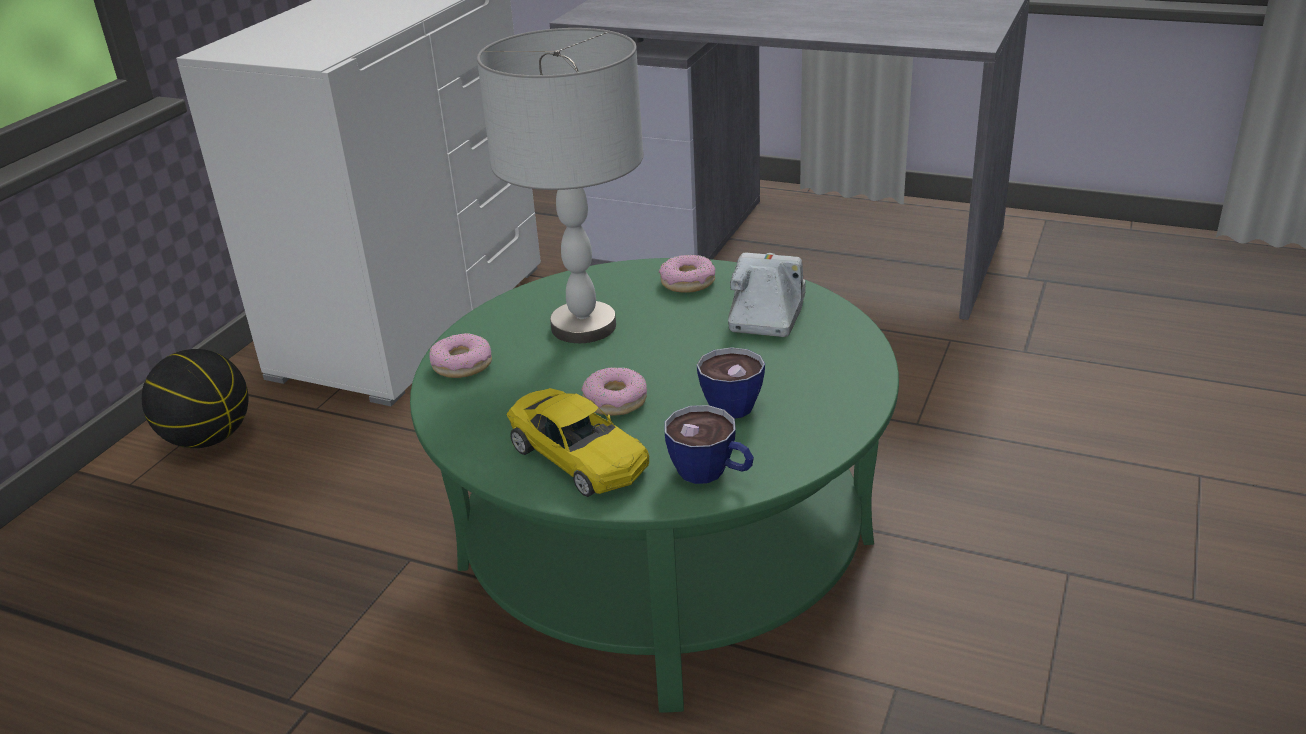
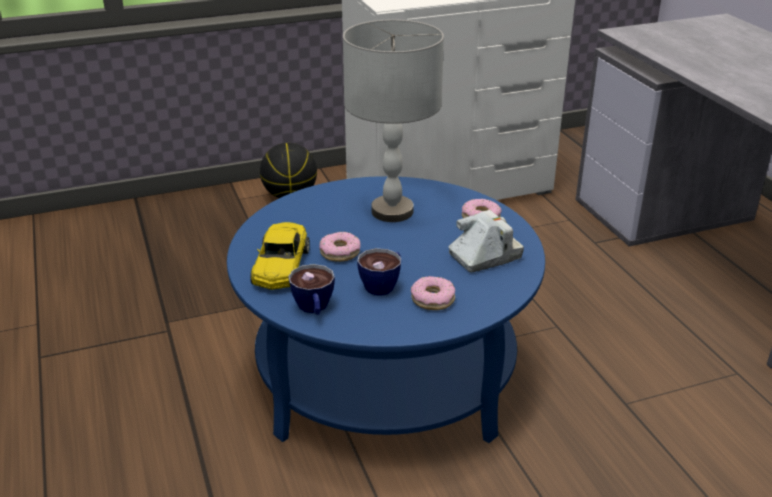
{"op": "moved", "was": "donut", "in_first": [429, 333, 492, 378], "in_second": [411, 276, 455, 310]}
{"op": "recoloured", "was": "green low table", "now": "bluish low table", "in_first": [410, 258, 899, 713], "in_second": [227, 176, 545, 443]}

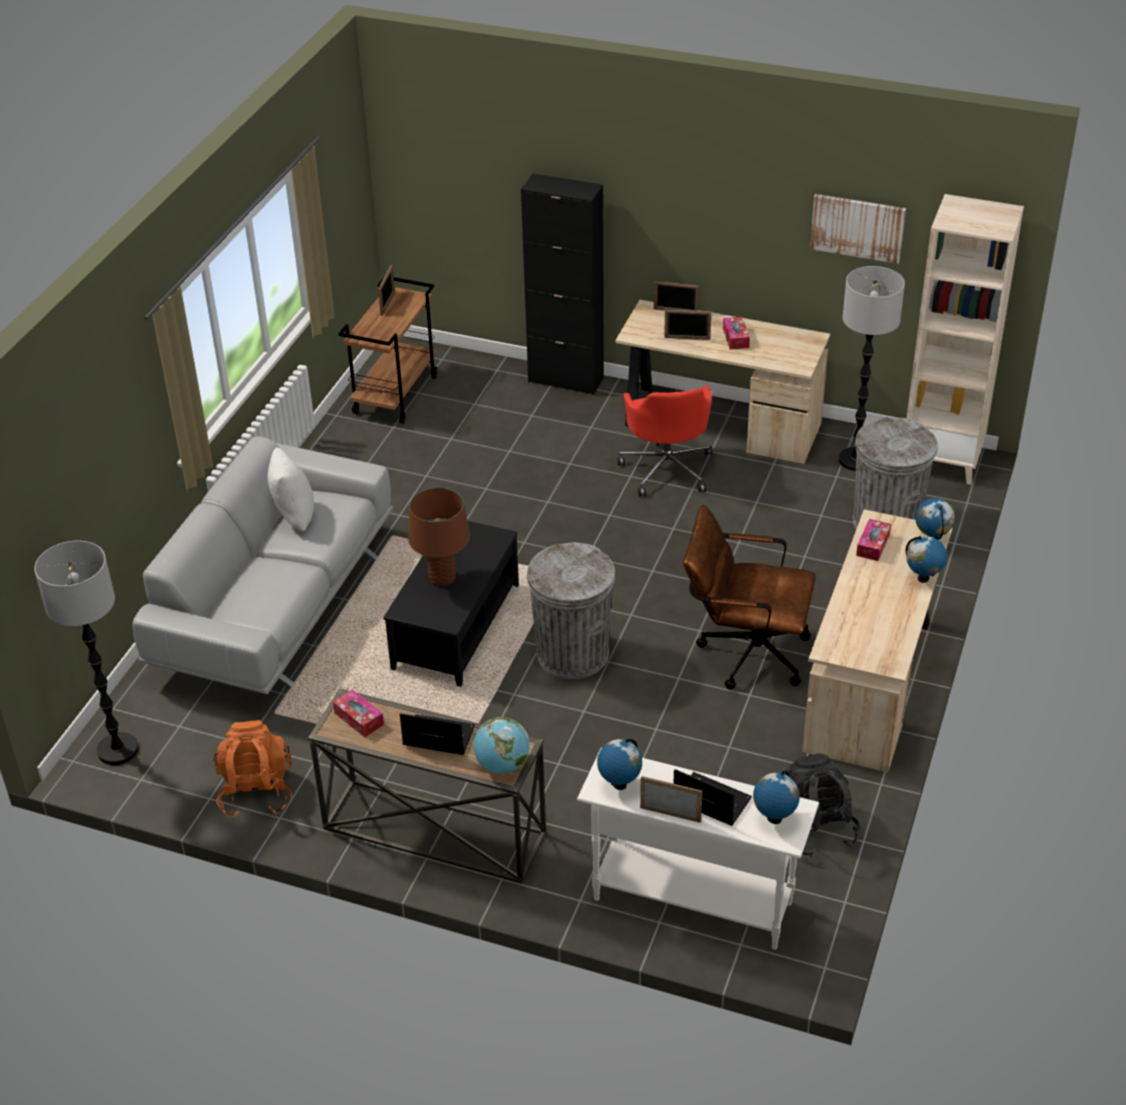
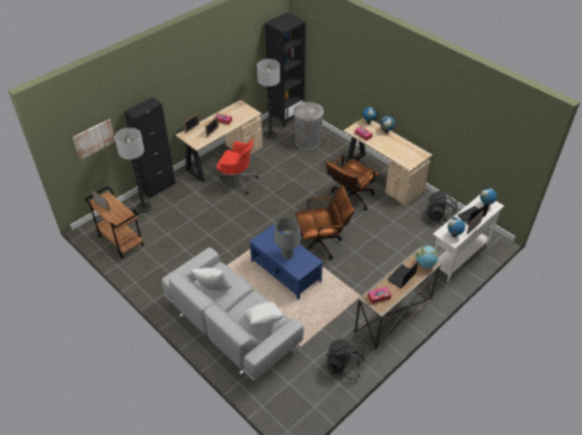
{"op": "added", "now": "white-coloured throw pillow", "in_second": [243, 302, 283, 327]}
{"op": "moved", "was": "standard lamp", "in_first": [34, 541, 139, 765], "in_second": [115, 128, 152, 213]}
{"op": "moved", "was": "wall art", "in_first": [810, 194, 906, 264], "in_second": [73, 119, 115, 160]}
{"op": "replaced", "was": "greyish rubbish bin", "now": "brown-coloured computer chair", "in_first": [527, 542, 615, 679], "in_second": [295, 185, 354, 260]}
{"op": "recoloured", "was": "orangey backpack", "now": "black-coloured backpack", "in_first": [213, 720, 292, 818], "in_second": [325, 339, 365, 380]}
{"op": "recoloured", "was": "black-coloured low table", "now": "bluish low table", "in_first": [383, 519, 519, 687], "in_second": [249, 225, 323, 300]}
{"op": "recoloured", "was": "brown-coloured lamp for a table", "now": "greyish lamp for a table", "in_first": [408, 488, 470, 587], "in_second": [274, 217, 301, 259]}
{"op": "recoloured", "was": "sand-coloured bookcase", "now": "black-coloured bookcase", "in_first": [907, 194, 1024, 485], "in_second": [265, 12, 306, 128]}

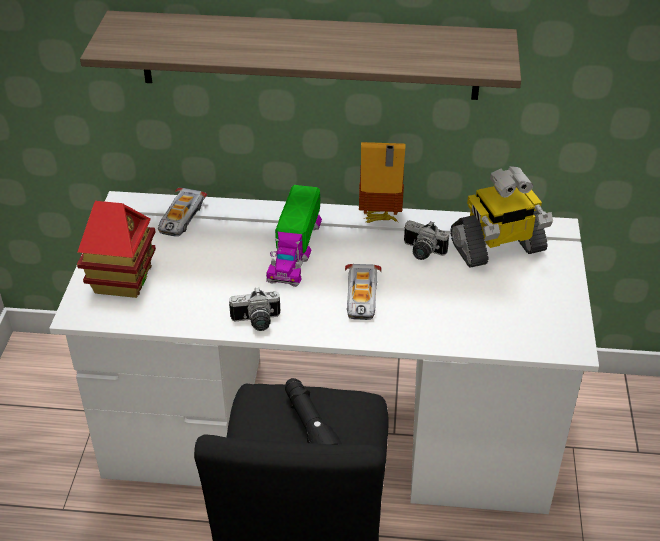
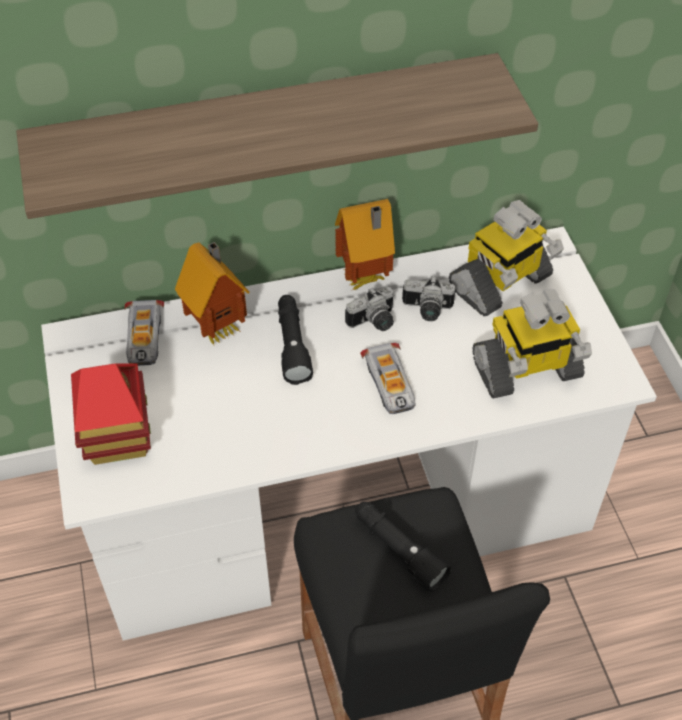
{"op": "added", "now": "miniature house", "in_second": [175, 242, 250, 345]}
{"op": "added", "now": "robot figure", "in_second": [472, 289, 592, 398]}
{"op": "moved", "was": "photo camera", "in_first": [229, 287, 280, 331], "in_second": [345, 287, 394, 331]}
{"op": "replaced", "was": "toy truck", "now": "black-coloured torch", "in_first": [266, 185, 322, 287], "in_second": [278, 295, 313, 385]}

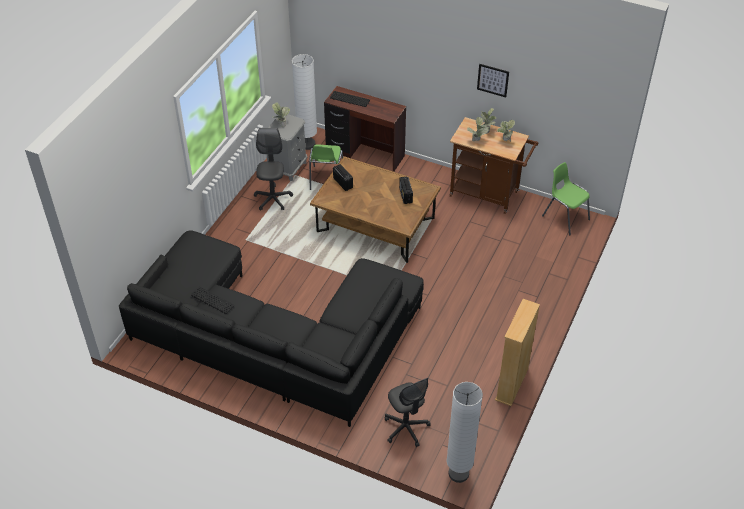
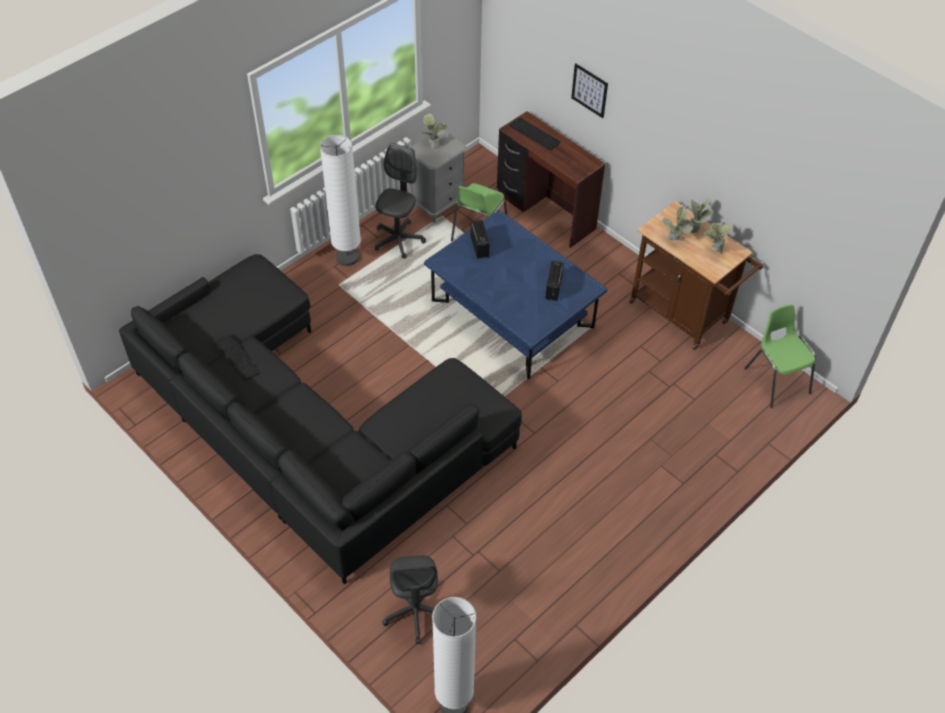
{"op": "removed", "was": "sand-coloured bookcase", "in_first": [495, 299, 540, 406]}
{"op": "moved", "was": "white-coloured standard lamp", "in_first": [292, 54, 317, 150], "in_second": [320, 135, 361, 266]}
{"op": "moved", "was": "wall art", "in_first": [477, 64, 509, 97], "in_second": [571, 64, 608, 118]}
{"op": "recoloured", "was": "brown-coloured low table", "now": "bluish low table", "in_first": [310, 156, 441, 263], "in_second": [424, 210, 607, 379]}

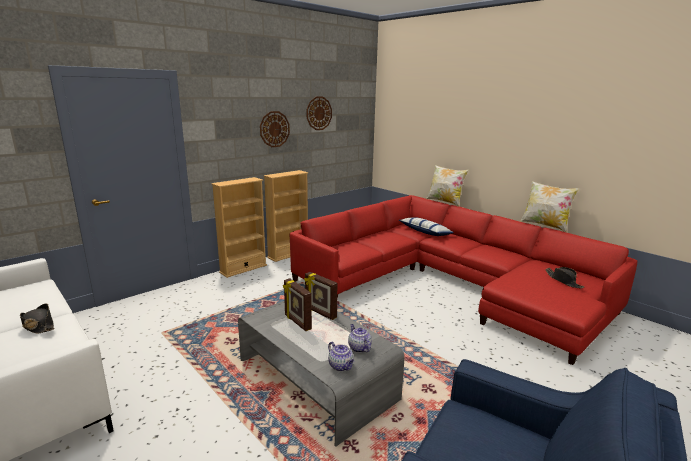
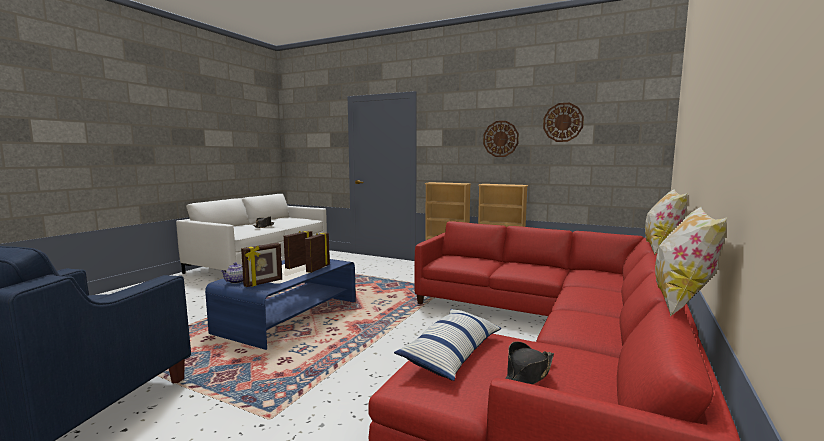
{"op": "moved", "was": "throw pillow", "in_first": [399, 217, 454, 236], "in_second": [394, 309, 501, 381]}
{"op": "replaced", "was": "tea pot", "now": "photo frame", "in_first": [348, 324, 372, 353], "in_second": [241, 243, 282, 287]}
{"op": "recoloured", "was": "greyish low table", "now": "bluish low table", "in_first": [238, 301, 405, 447], "in_second": [205, 259, 356, 350]}

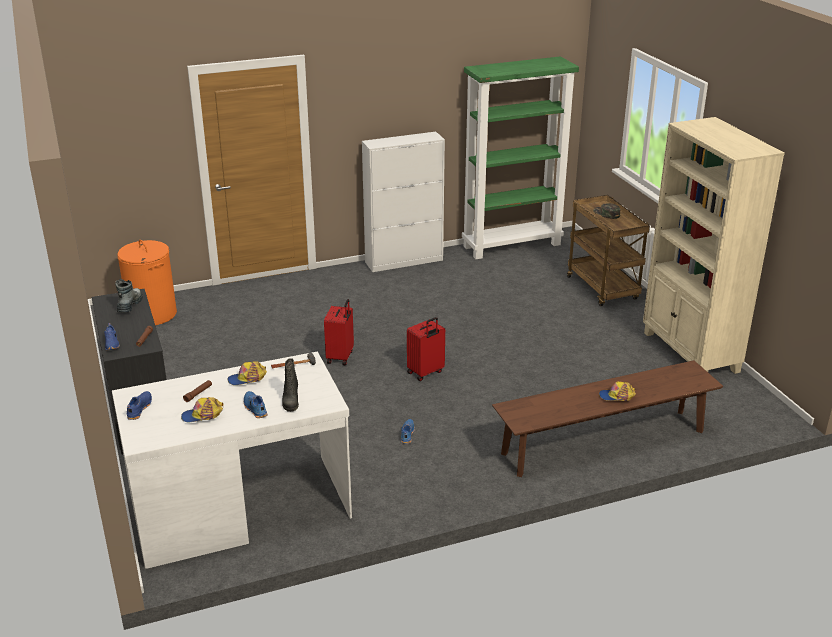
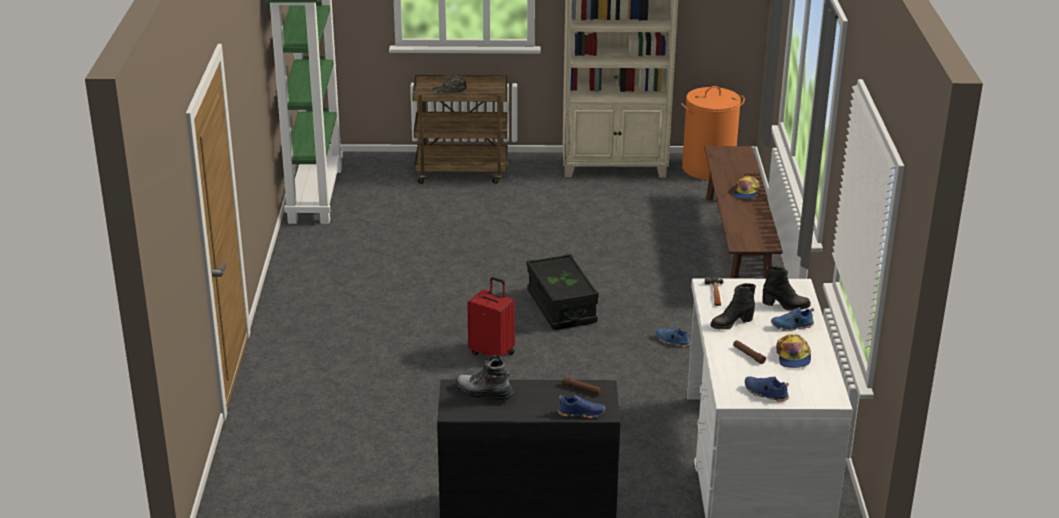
{"op": "removed", "was": "white-coloured cupboard", "in_first": [362, 132, 445, 272]}
{"op": "moved", "was": "orangey washing basket", "in_first": [117, 240, 177, 325], "in_second": [681, 86, 745, 180]}
{"op": "replaced", "was": "peaked cap", "now": "black-coloured high-top boot", "in_first": [227, 361, 267, 385], "in_second": [711, 283, 756, 330]}
{"op": "replaced", "was": "red-coloured travel case", "now": "black-coloured storage container", "in_first": [407, 317, 445, 381], "in_second": [527, 254, 599, 330]}

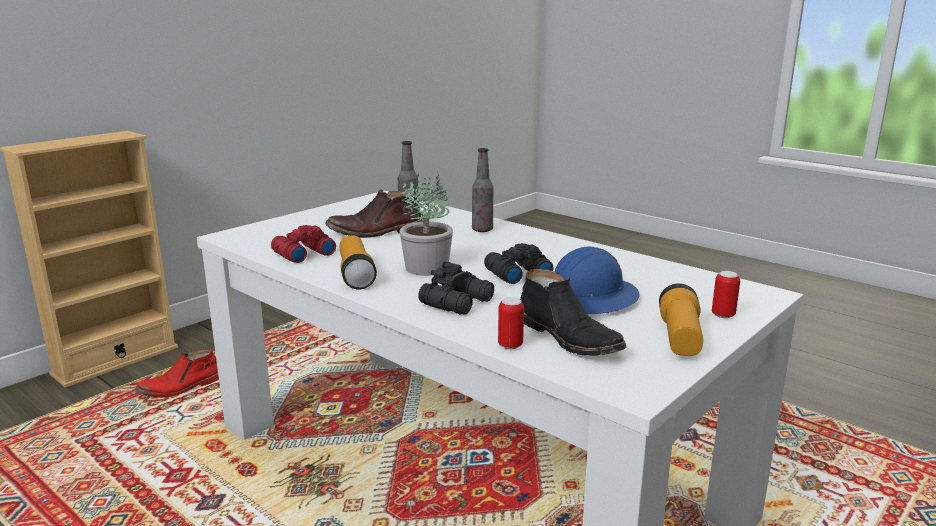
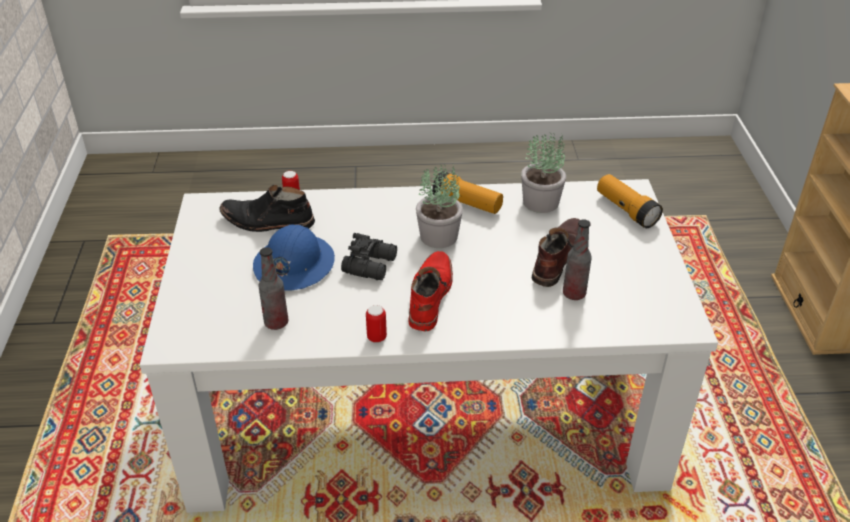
{"op": "removed", "was": "black-coloured binoculars", "in_first": [418, 261, 494, 315]}
{"op": "moved", "was": "red-coloured high-top boot", "in_first": [135, 349, 219, 398], "in_second": [408, 251, 453, 331]}
{"op": "moved", "was": "beverage bottle", "in_first": [472, 148, 493, 232], "in_second": [259, 247, 288, 330]}
{"op": "moved", "was": "torch", "in_first": [659, 283, 703, 356], "in_second": [597, 174, 663, 228]}
{"op": "moved", "was": "metal can", "in_first": [712, 271, 740, 318], "in_second": [366, 305, 387, 343]}
{"op": "replaced", "was": "red-coloured binoculars", "now": "plant in a pot", "in_first": [271, 225, 336, 263], "in_second": [521, 133, 566, 213]}

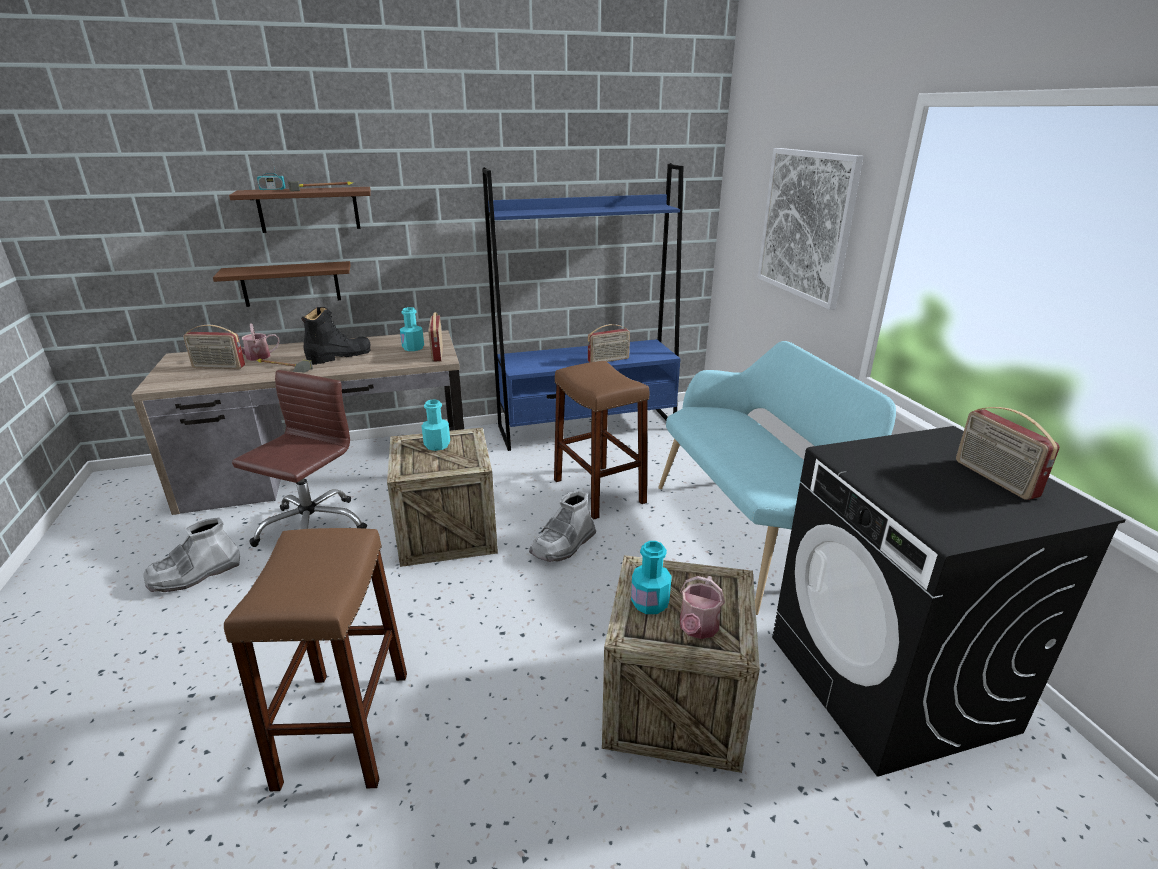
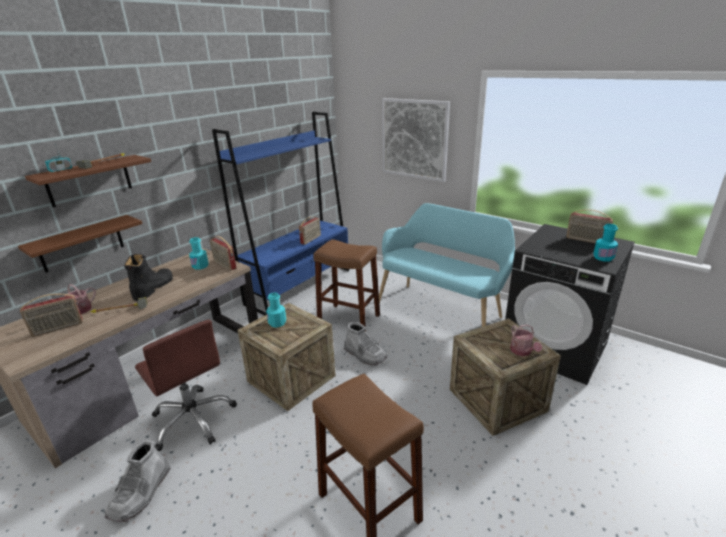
{"op": "moved", "was": "turquoise-coloured beverage bottle", "in_first": [631, 541, 672, 614], "in_second": [593, 224, 618, 262]}
{"op": "turned", "was": "brown-coloured computer chair", "in_first": [232, 370, 367, 547], "in_second": [135, 319, 237, 451], "clockwise": 150}
{"op": "turned", "was": "greyish high-top boot", "in_first": [529, 490, 596, 562], "in_second": [344, 322, 387, 366], "clockwise": -45}

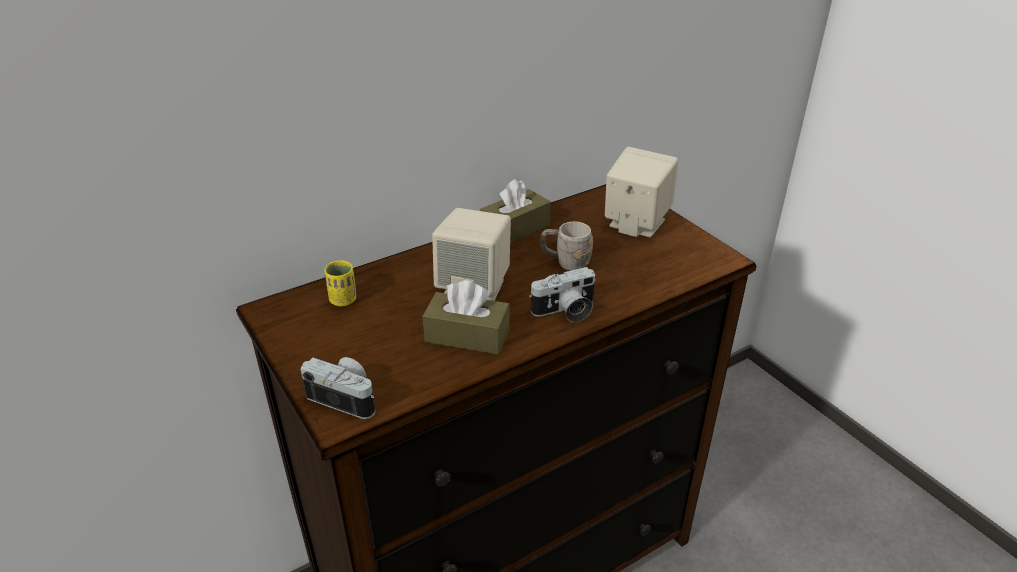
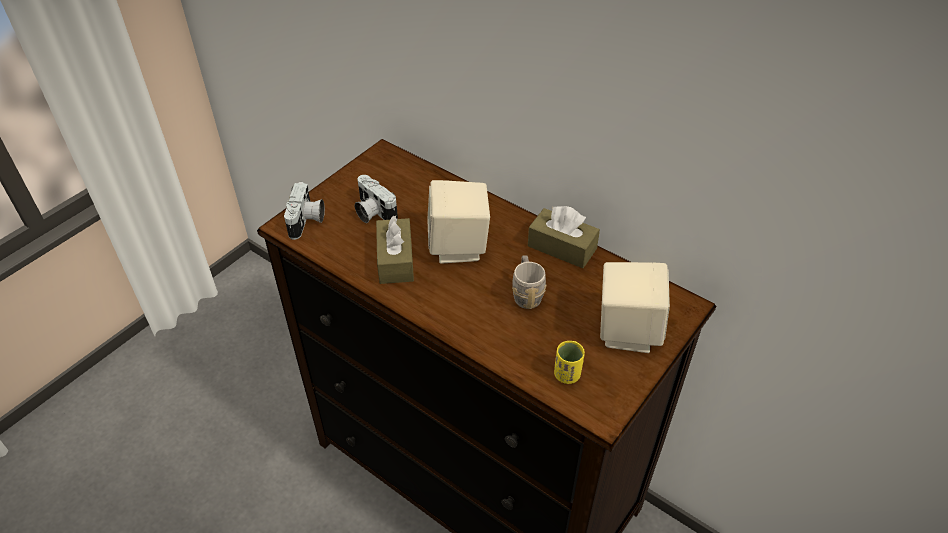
{"op": "moved", "was": "yellow-coloured small cup", "in_first": [324, 261, 356, 306], "in_second": [554, 341, 585, 384]}
{"op": "moved", "was": "photo camera", "in_first": [529, 267, 596, 322], "in_second": [355, 175, 398, 223]}

